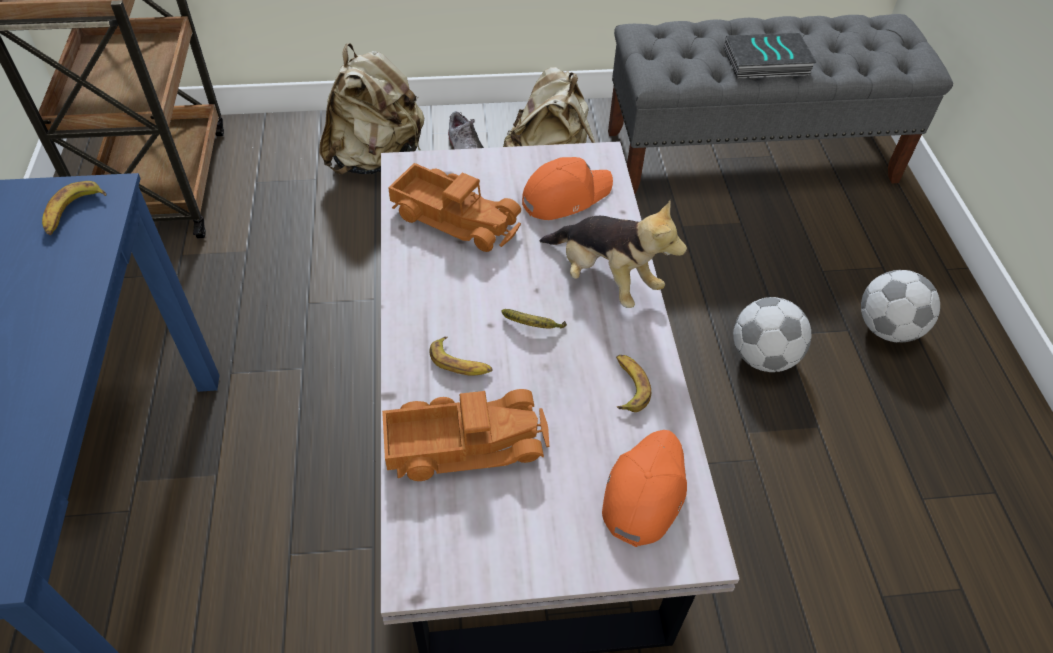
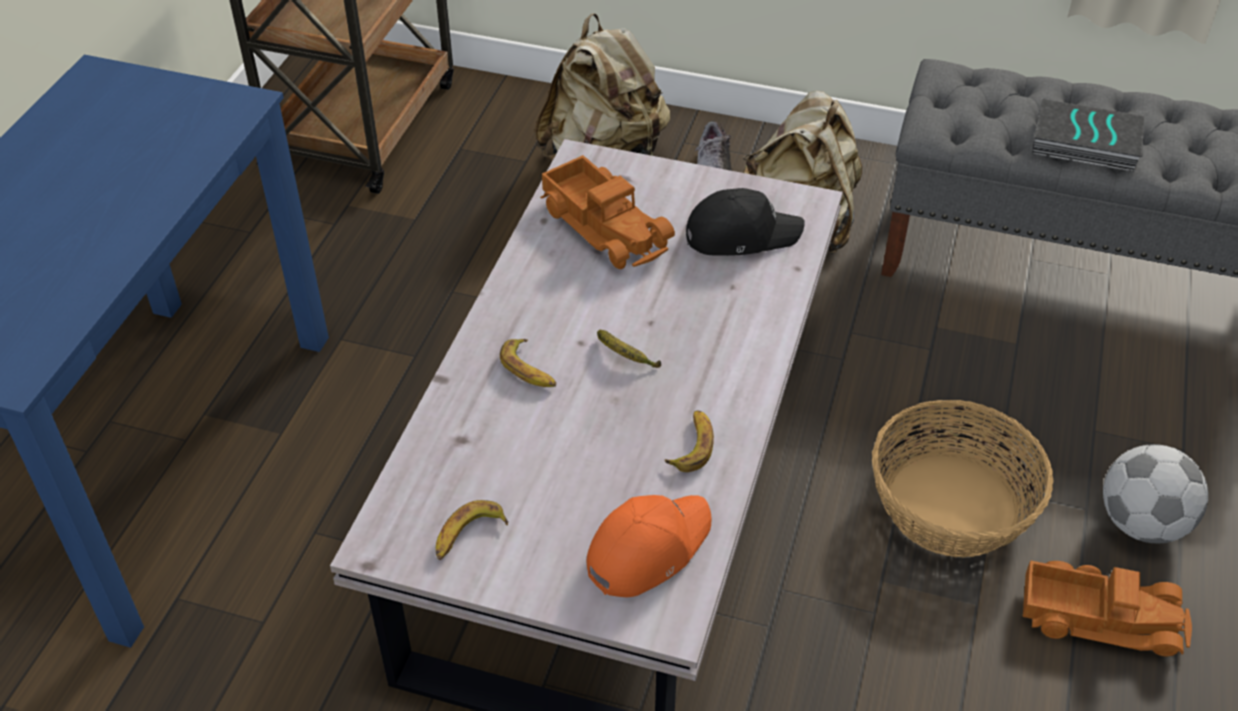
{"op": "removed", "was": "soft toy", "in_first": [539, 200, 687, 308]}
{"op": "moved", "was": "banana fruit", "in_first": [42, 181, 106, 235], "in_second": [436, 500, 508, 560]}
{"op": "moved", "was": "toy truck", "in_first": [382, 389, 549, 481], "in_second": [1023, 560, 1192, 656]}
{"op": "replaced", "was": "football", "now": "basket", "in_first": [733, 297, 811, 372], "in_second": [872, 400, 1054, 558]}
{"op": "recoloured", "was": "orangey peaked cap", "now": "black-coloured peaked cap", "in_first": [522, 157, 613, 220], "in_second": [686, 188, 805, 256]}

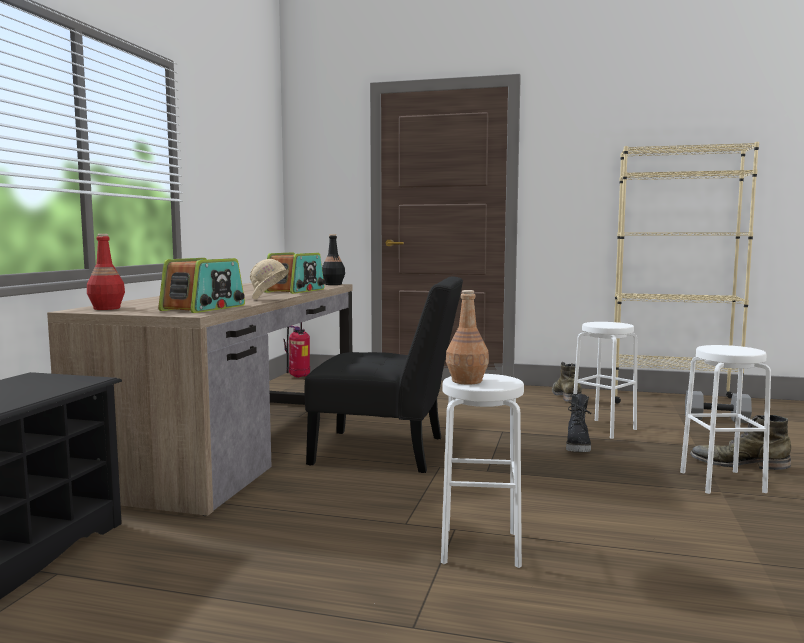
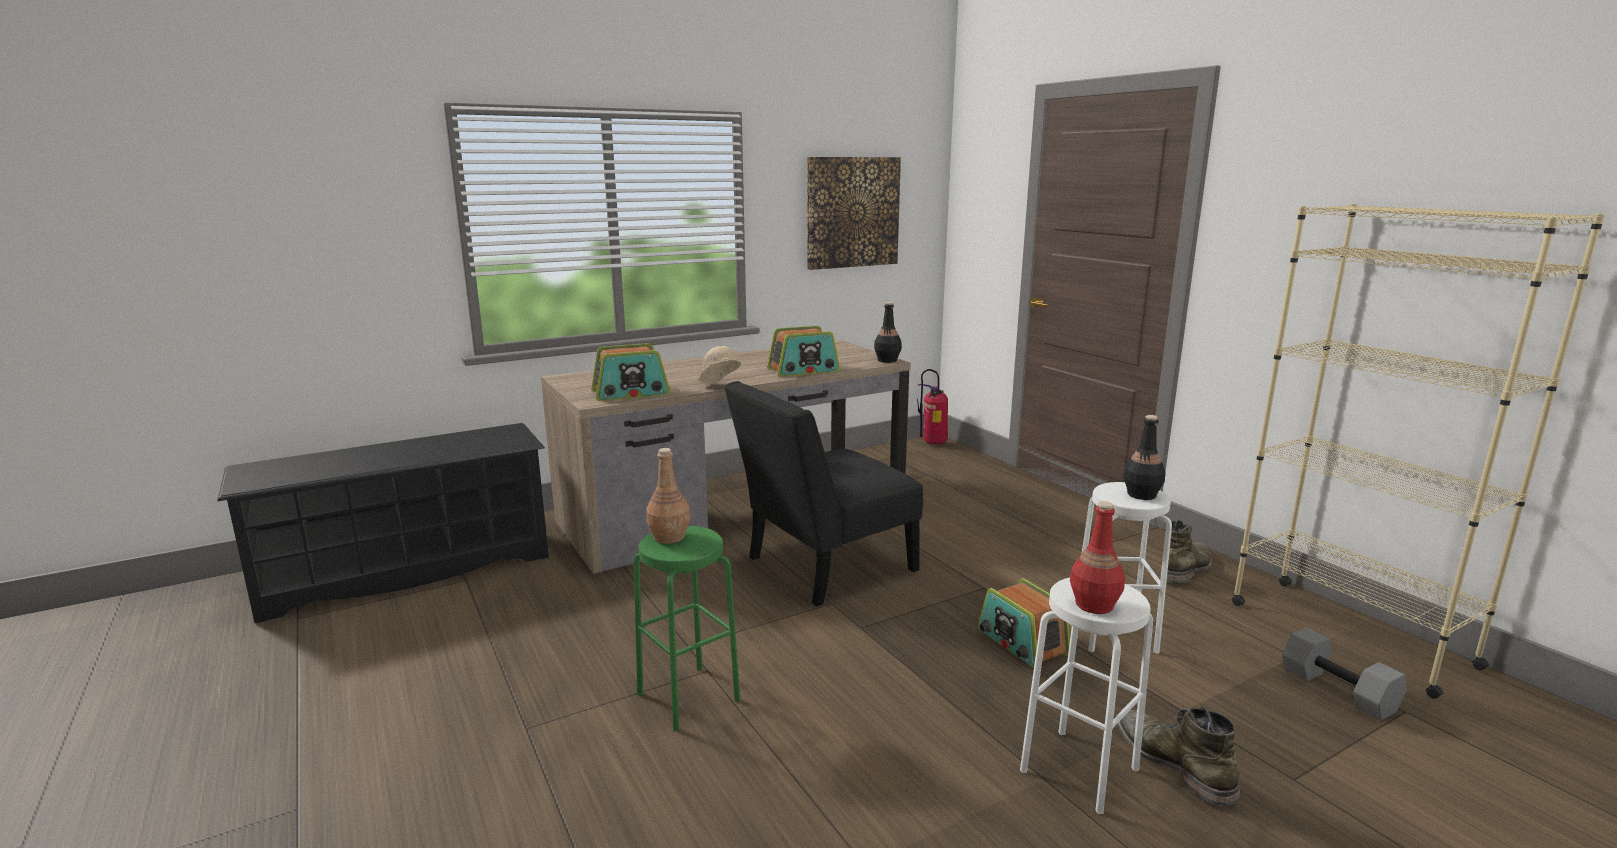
{"op": "added", "now": "wall art", "in_second": [807, 157, 901, 270]}
{"op": "added", "now": "black-coloured beverage bottle", "in_second": [1123, 415, 1166, 500]}
{"op": "moved", "was": "red-coloured beverage bottle", "in_first": [87, 234, 125, 310], "in_second": [1070, 501, 1125, 614]}
{"op": "replaced", "was": "black-coloured high-top boot", "now": "radio", "in_first": [566, 394, 591, 452], "in_second": [978, 578, 1070, 668]}
{"op": "recoloured", "was": "white-coloured stool seat", "now": "green stool seat", "in_first": [441, 374, 524, 568], "in_second": [634, 526, 740, 731]}
{"op": "turned", "was": "black-coloured upright chair", "in_first": [305, 277, 463, 473], "in_second": [724, 381, 923, 607], "clockwise": 90}

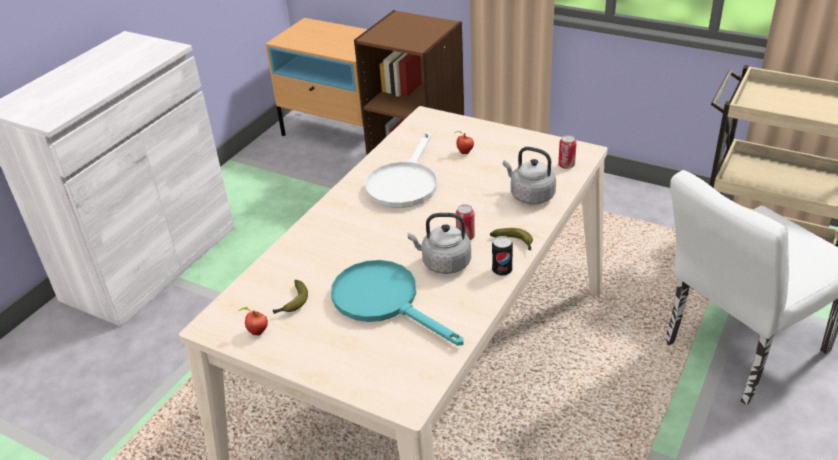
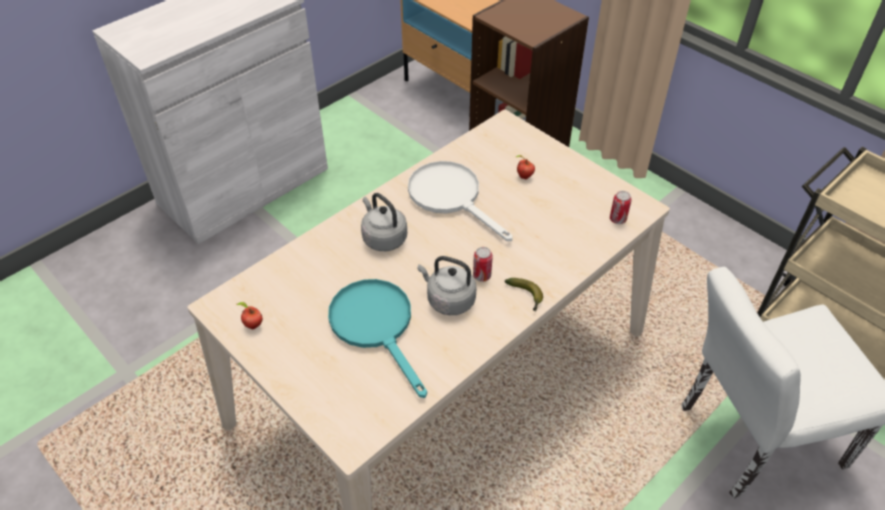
{"op": "removed", "was": "banana fruit", "in_first": [273, 280, 308, 314]}
{"op": "removed", "was": "metal can", "in_first": [492, 236, 513, 276]}
{"op": "moved", "was": "greyish kettle", "in_first": [503, 147, 556, 205], "in_second": [361, 193, 407, 251]}
{"op": "turned", "was": "white-coloured pan", "in_first": [365, 132, 437, 208], "in_second": [408, 161, 513, 241], "clockwise": 105}

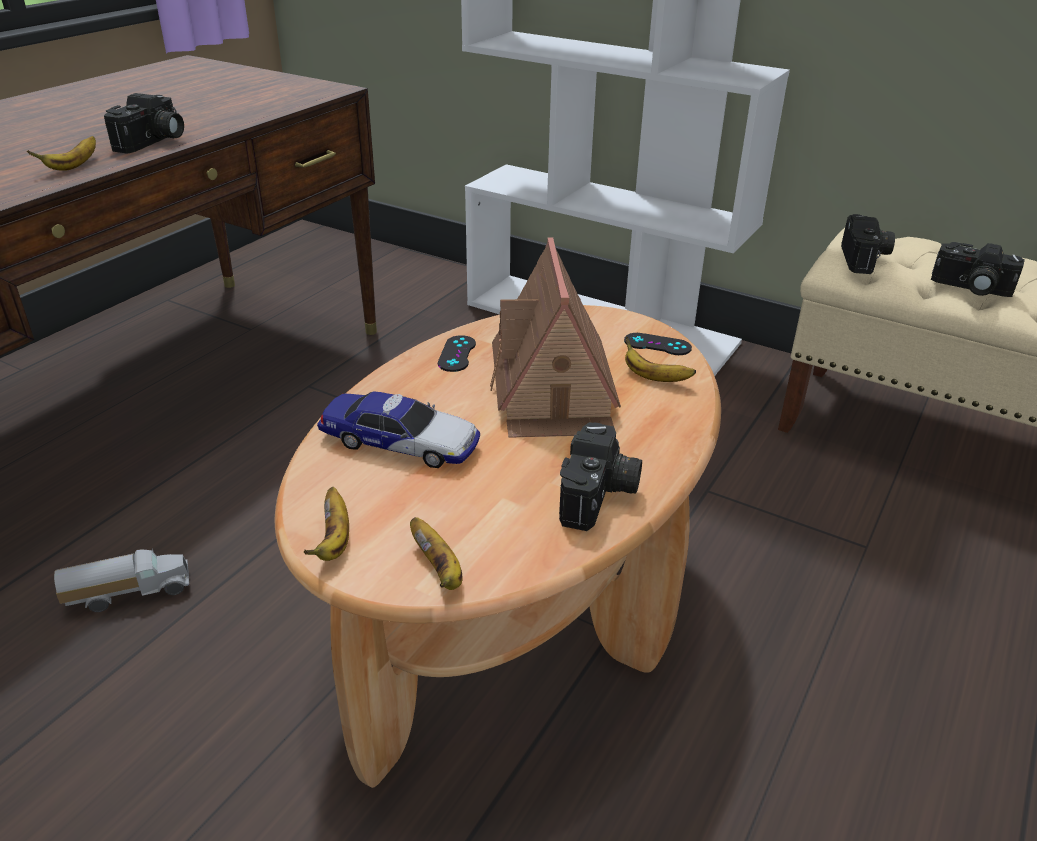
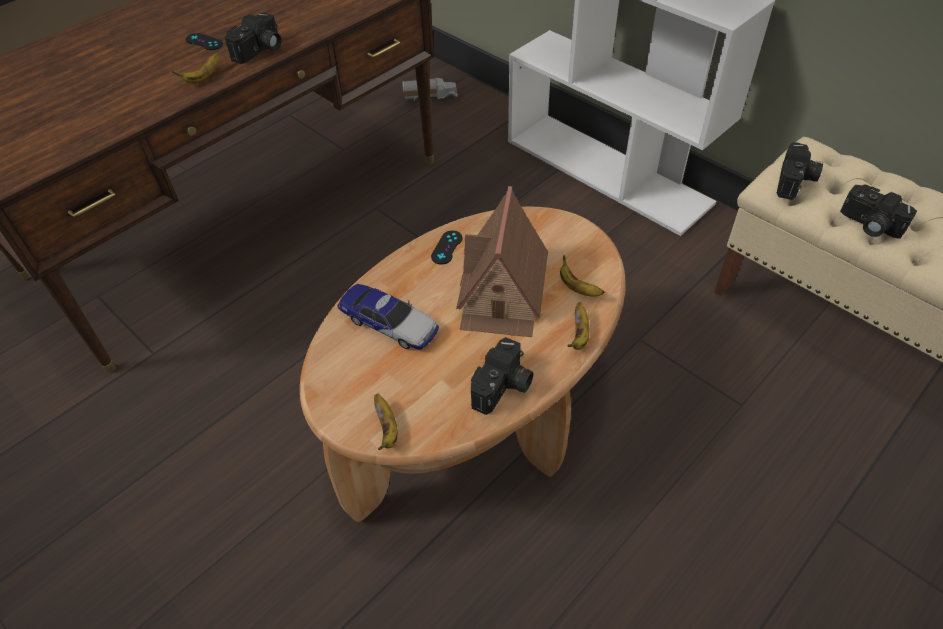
{"op": "moved", "was": "toy truck", "in_first": [54, 549, 190, 612], "in_second": [402, 78, 458, 104]}
{"op": "moved", "was": "banana fruit", "in_first": [304, 487, 349, 561], "in_second": [568, 302, 589, 350]}
{"op": "moved", "was": "black-coloured game controller", "in_first": [624, 333, 692, 355], "in_second": [186, 33, 223, 50]}

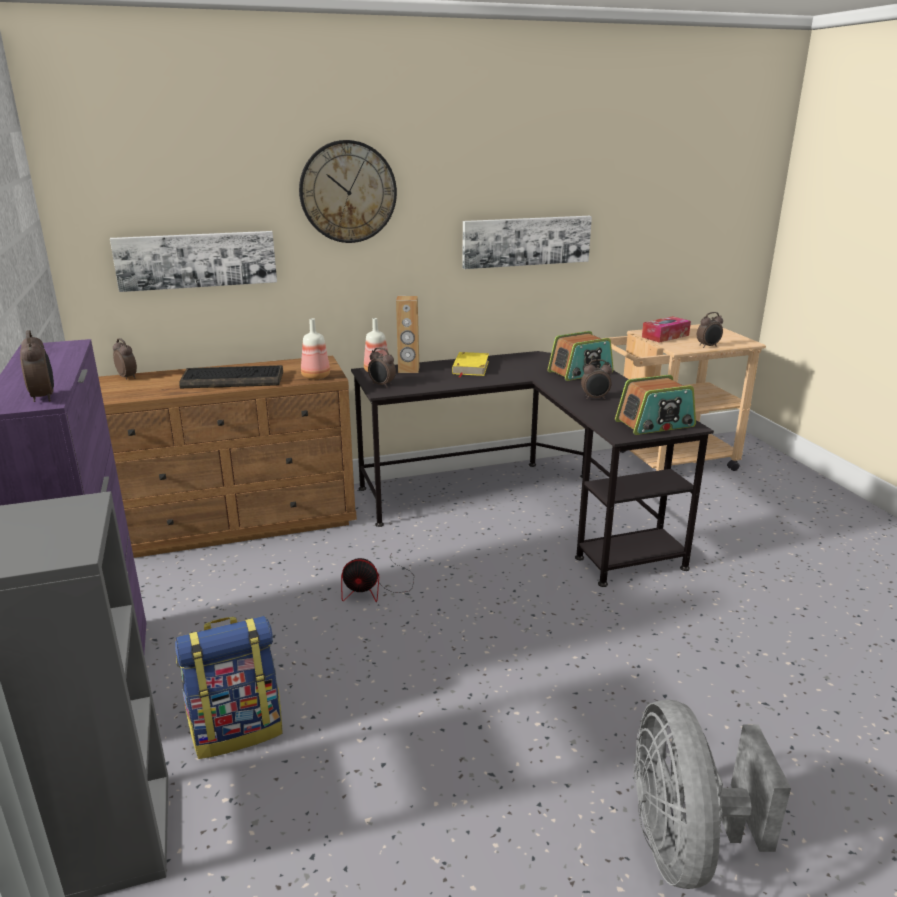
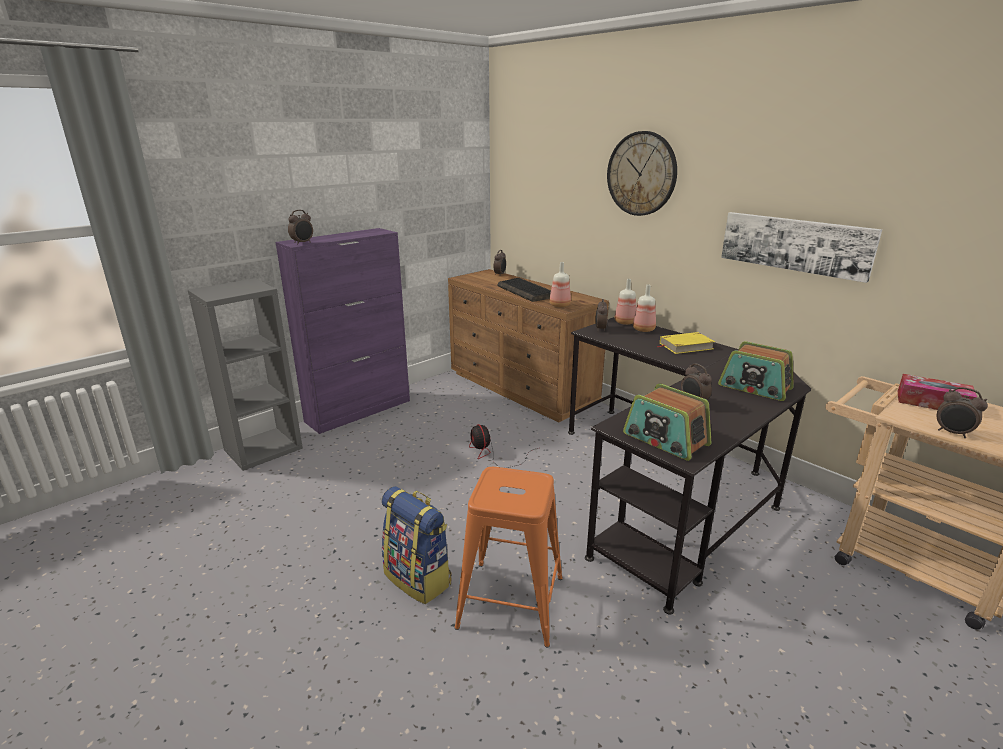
{"op": "removed", "was": "wall art", "in_first": [110, 231, 277, 292]}
{"op": "removed", "was": "greyish fan", "in_first": [633, 700, 791, 889]}
{"op": "added", "now": "orangey stool seat", "in_second": [455, 467, 563, 647]}
{"op": "moved", "was": "backpack", "in_first": [175, 616, 283, 759], "in_second": [382, 486, 452, 604]}
{"op": "replaced", "was": "brown-coloured audio speaker", "now": "beverage bottle", "in_first": [396, 296, 419, 373], "in_second": [633, 284, 656, 332]}

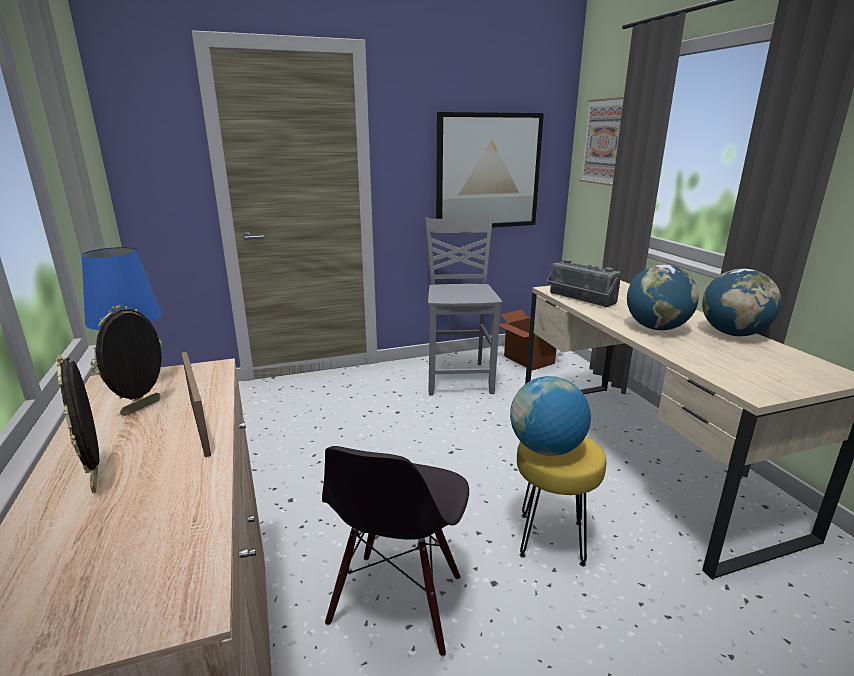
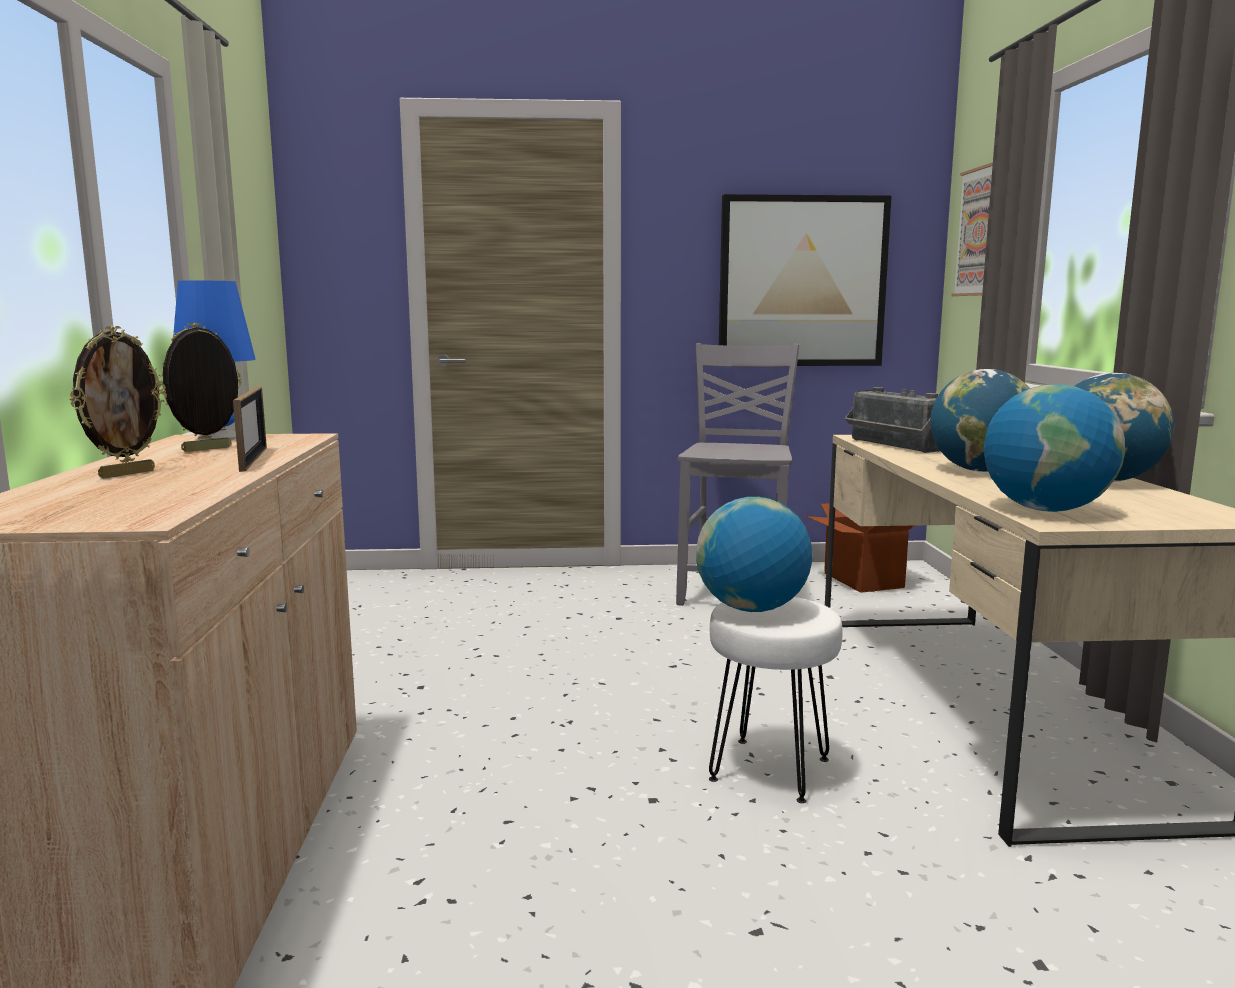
{"op": "removed", "was": "black-coloured upright chair", "in_first": [322, 446, 469, 657]}
{"op": "added", "now": "globe", "in_second": [984, 384, 1125, 512]}
{"op": "recoloured", "was": "yellow-coloured stool seat", "now": "white-coloured stool seat", "in_first": [517, 436, 606, 567], "in_second": [709, 597, 843, 803]}
{"op": "turned", "was": "photo frame", "in_first": [56, 355, 99, 493], "in_second": [69, 326, 167, 478], "clockwise": -135}

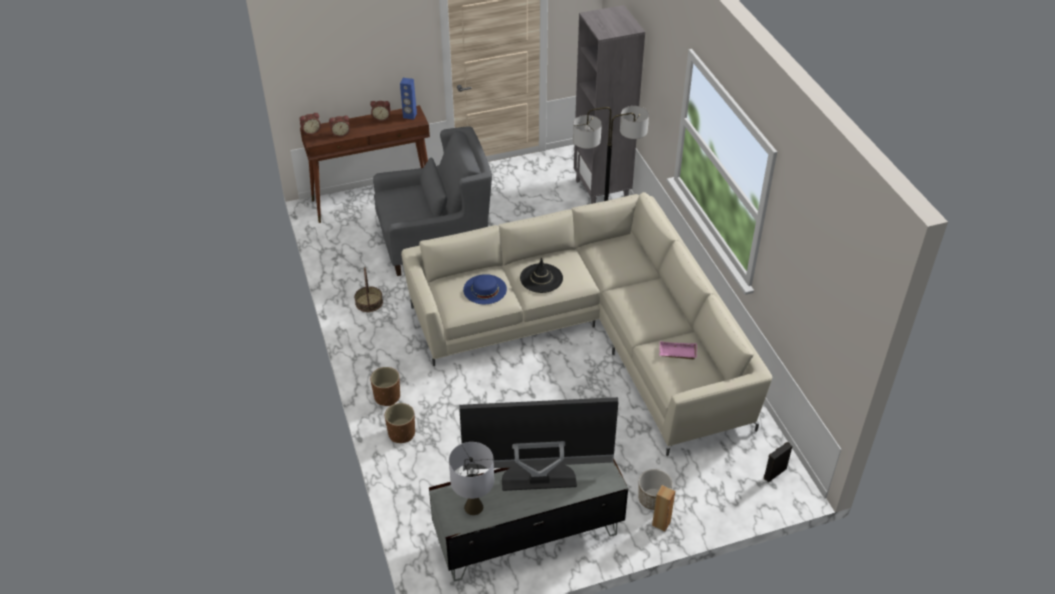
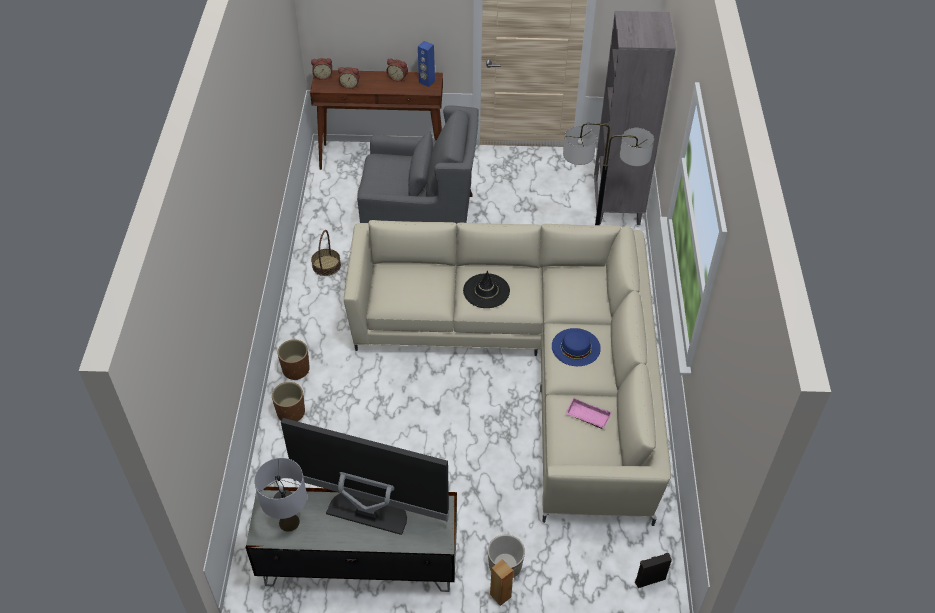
{"op": "moved", "was": "bluish hat", "in_first": [463, 274, 507, 304], "in_second": [552, 328, 601, 366]}

